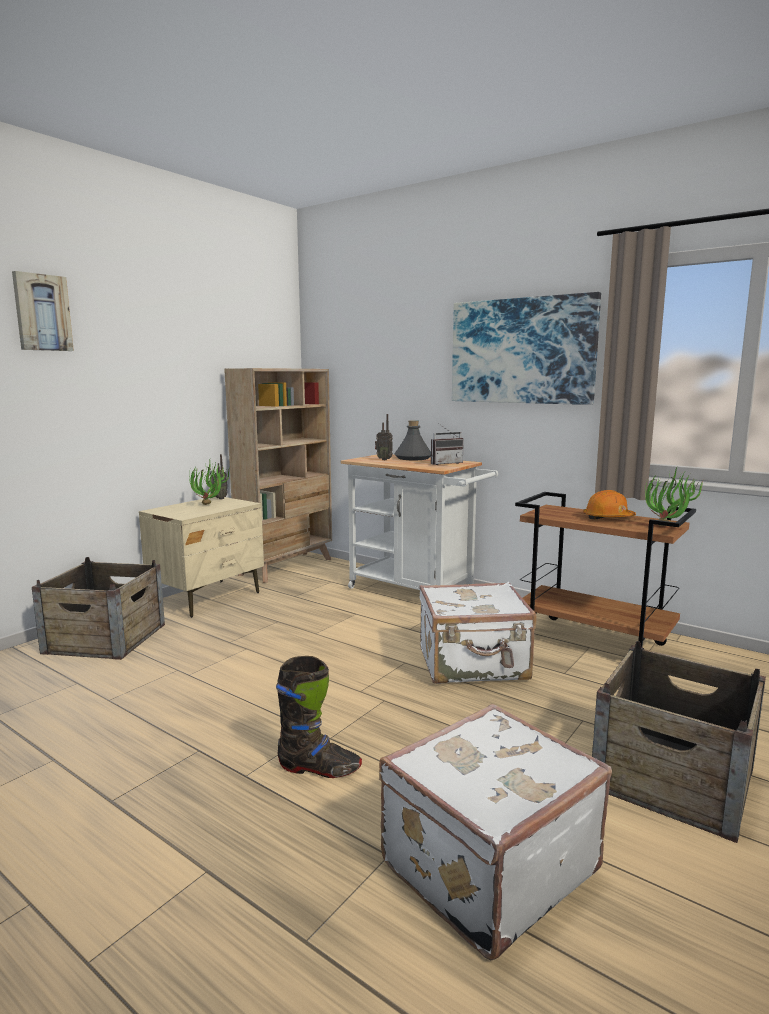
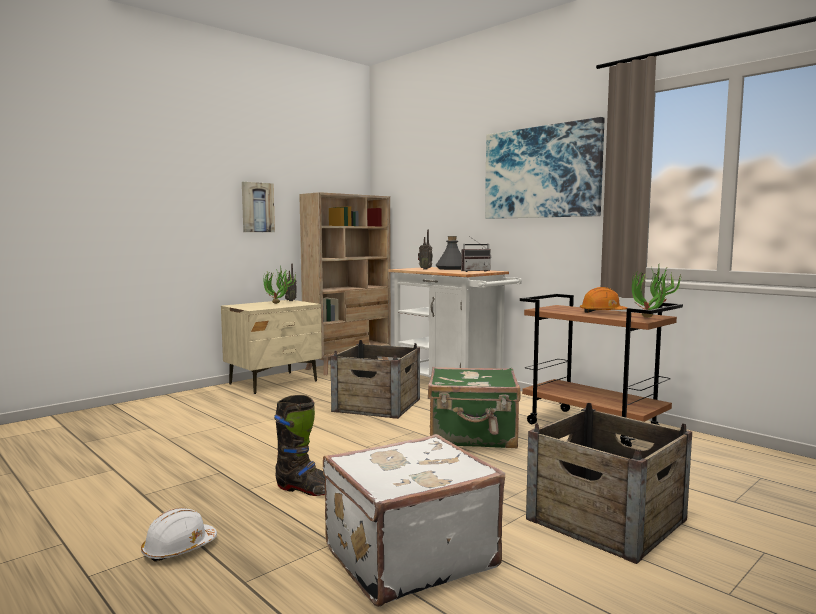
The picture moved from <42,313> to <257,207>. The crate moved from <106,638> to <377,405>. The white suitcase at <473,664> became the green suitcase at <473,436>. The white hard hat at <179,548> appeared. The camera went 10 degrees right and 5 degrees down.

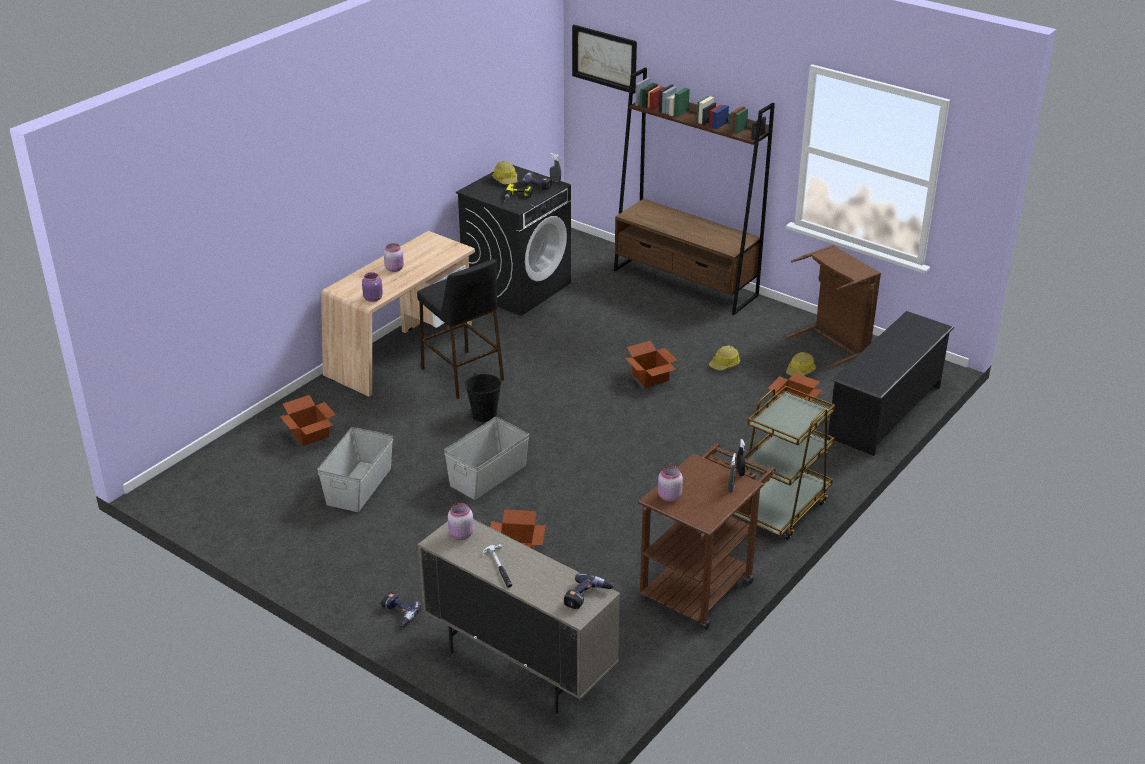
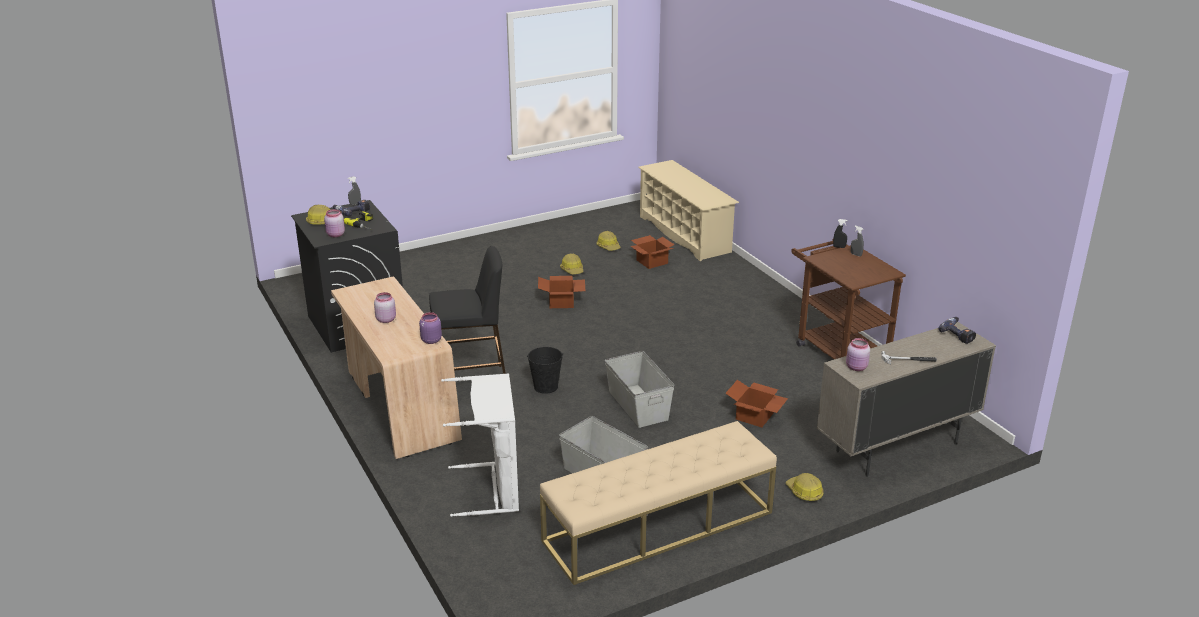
The picture at <604,58> disappeared. The brown bookcase at <685,283> disappeared. The brown laundry basket at <833,343> disappeared. The black shoe rack at <885,412> became the beige shoe rack at <685,234>. The brown cart at <781,509> disappeared. The cardboard box at <309,435> was replaced by the white laundry basket at <493,489>. The pink jar moved from <668,497> to <335,235>. The power drill at <398,614> was replaced by the hard hat at <804,492>. The beige bench at <658,527> appeared. The camera went 65 degrees left and 5 degrees down.

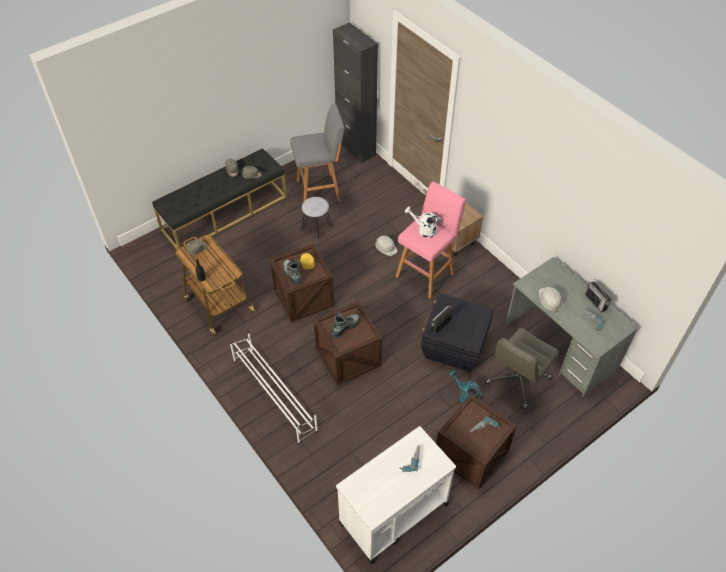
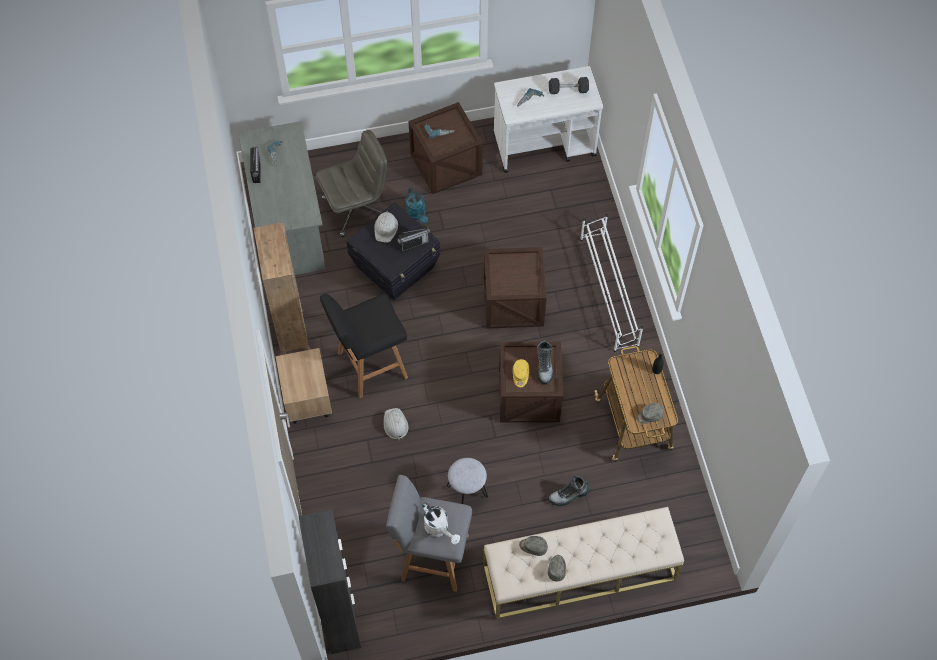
The black bench at <224,213> became the beige bench at <579,572>. The pink stool at <426,274> became the black stool at <370,366>. The white watering can moved from <423,230> to <439,529>. The white hard hat moved from <549,299> to <386,228>. The boot moved from <345,327> to <568,495>. The black dumbbell at <568,90> appeared. The brown bookcase at <292,331> appeared. The camera went 155 degrees left and 10 degrees up.

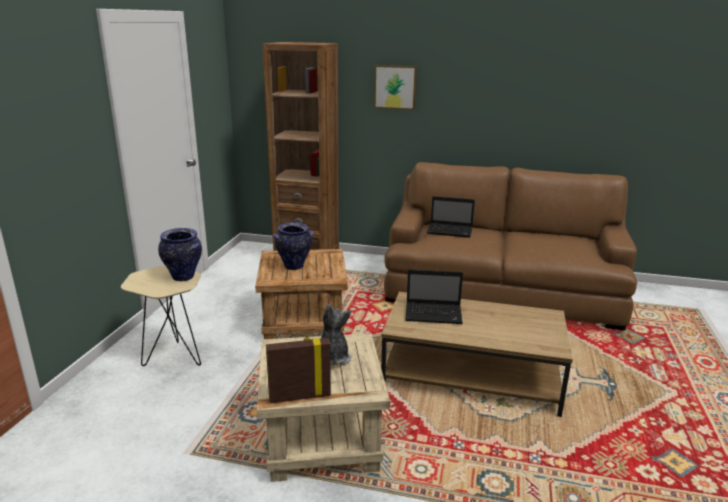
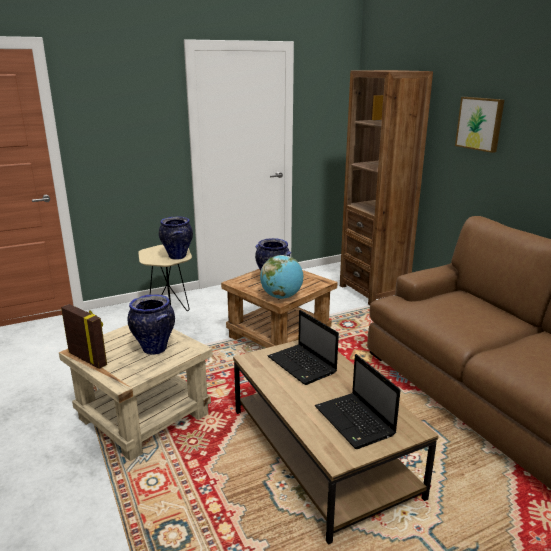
The laptop moved from <451,231> to <355,422>. The plush toy at <333,357> was replaced by the vase at <154,349>. The globe at <281,297> appeared. The camera went 50 degrees right and 0 degrees up.

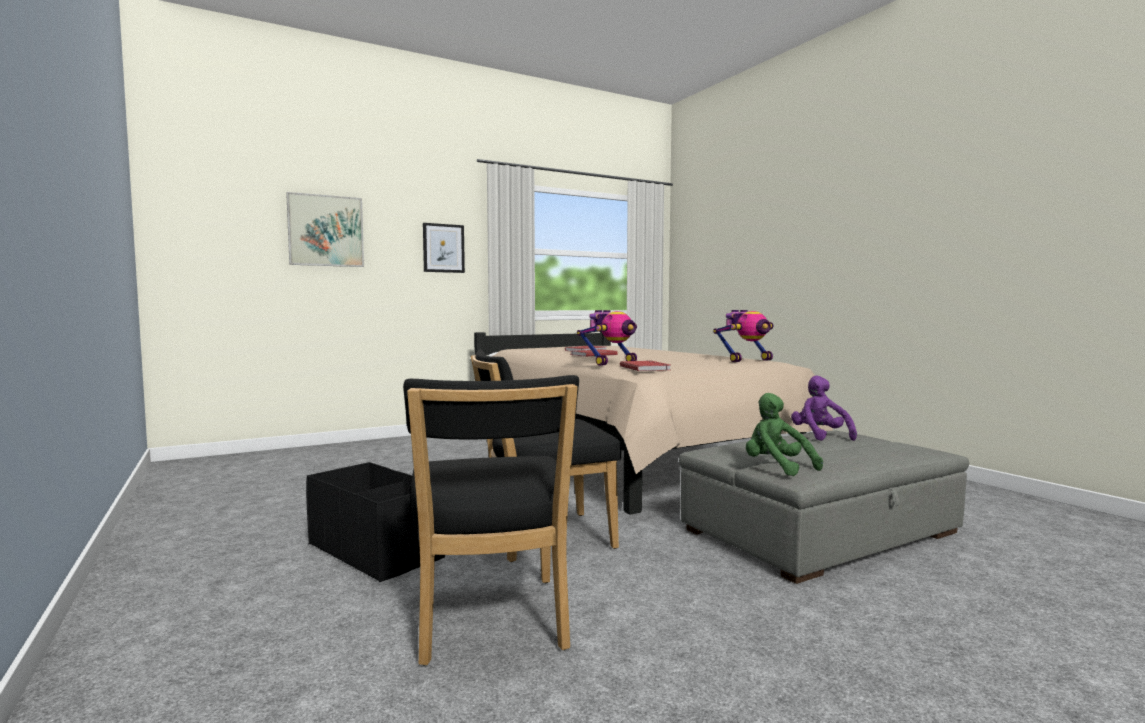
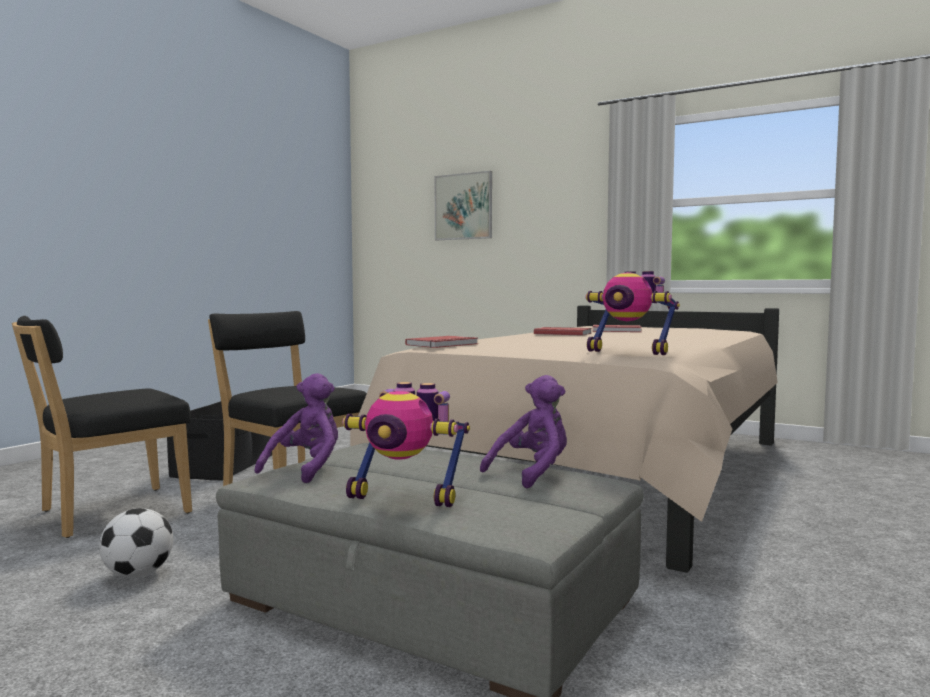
The picture at <443,248> disappeared. The toy robot moved from <611,363> to <406,497>. The green plush toy at <776,467> became the purple plush toy at <306,469>. The football at <138,574> appeared. The camera went 60 degrees right and 0 degrees up.

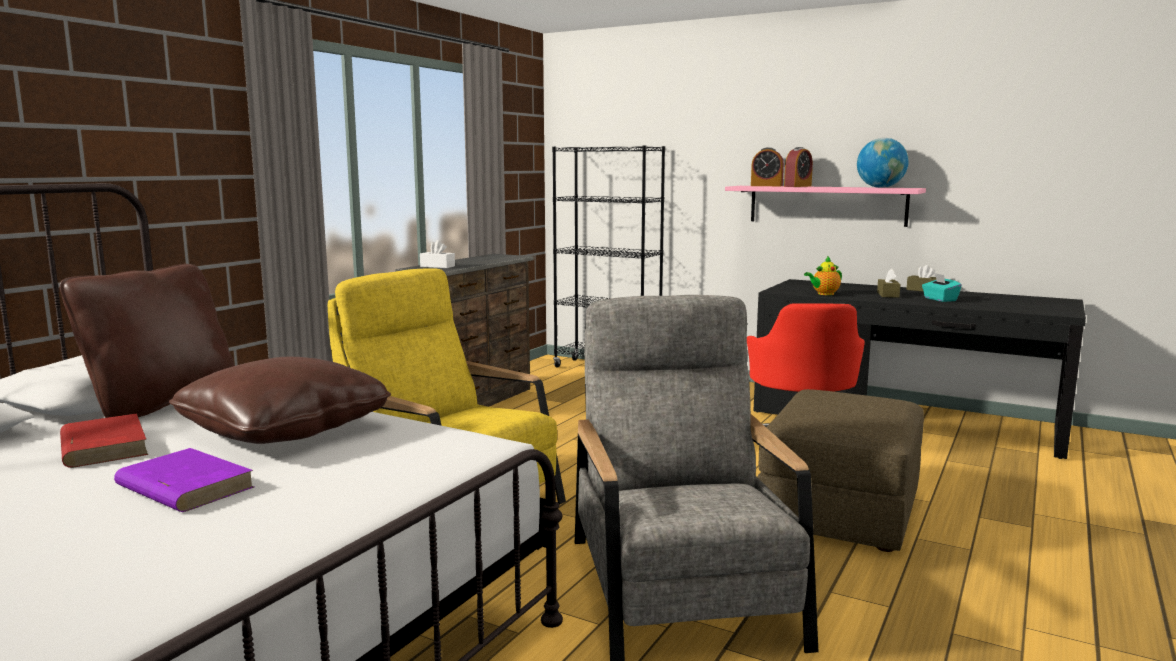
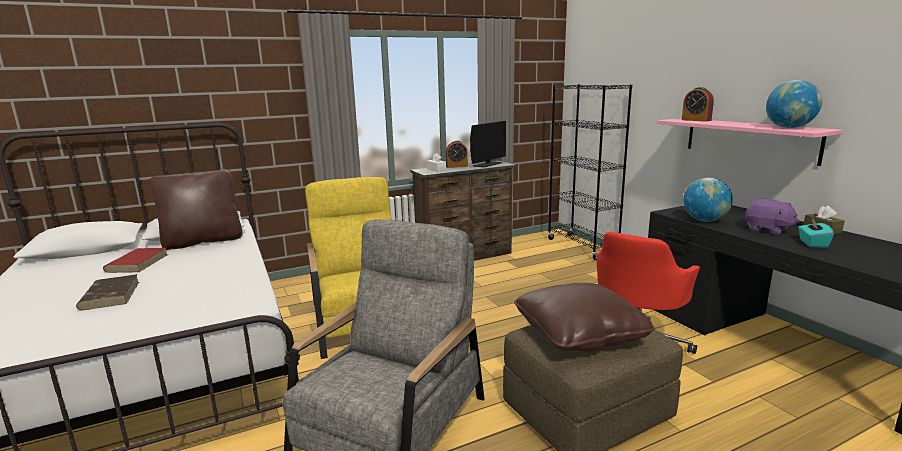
The alarm clock moved from <797,186> to <456,166>. The teapot at <824,294> was replaced by the globe at <704,221>. The brown tissue box at <888,295> was replaced by the purple plush toy at <767,230>. The brown pillow moved from <285,430> to <579,334>. The purple book at <184,487> became the brown book at <110,295>. The monitor at <487,164> appeared. The camera went 35 degrees right and 5 degrees up.

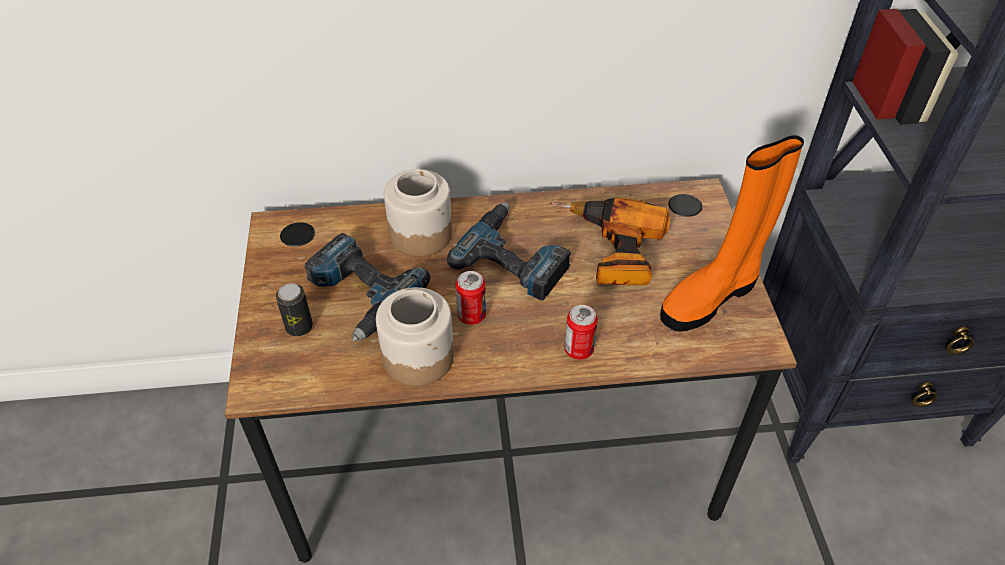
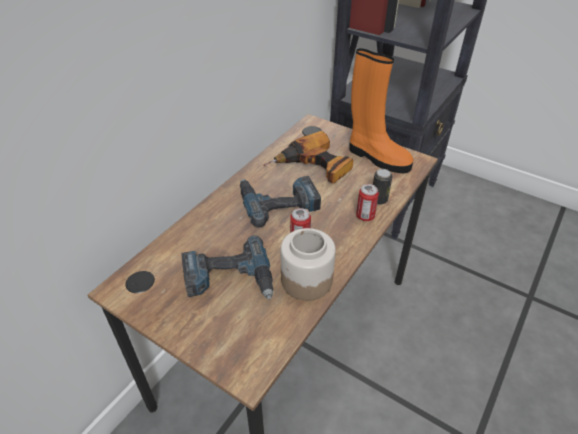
The orange boot at <711,297> turned 60 degrees counterclockwise. The jar at <421,233> disappeared. The can moved from <299,327> to <379,199>. The camera went 50 degrees left and 5 degrees down.

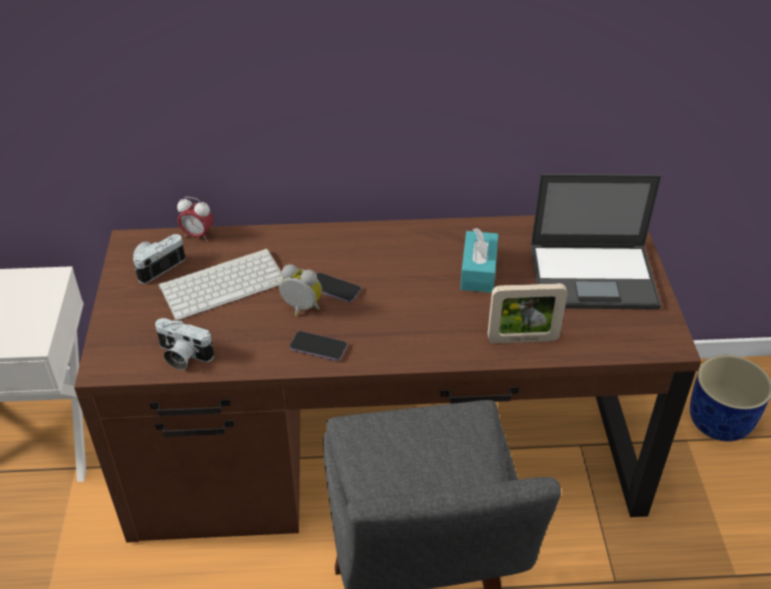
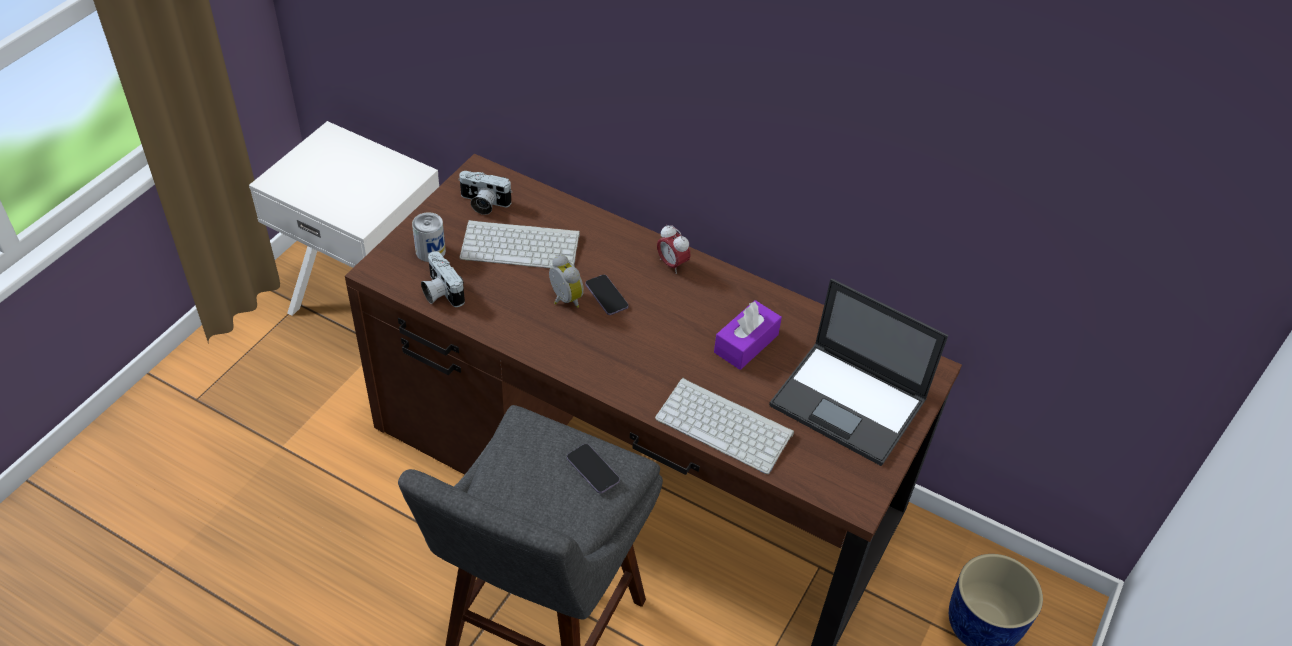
The alarm clock moved from <197,235> to <672,264>. The turquoise tissue box at <478,271> became the purple tissue box at <746,343>. The photo camera at <157,266> turned 150 degrees counterclockwise. The picture frame at <523,339> was replaced by the keyboard at <726,425>. The phone moved from <318,347> to <593,469>. The can at <430,251> appeared. The camera went 30 degrees right and 5 degrees up.

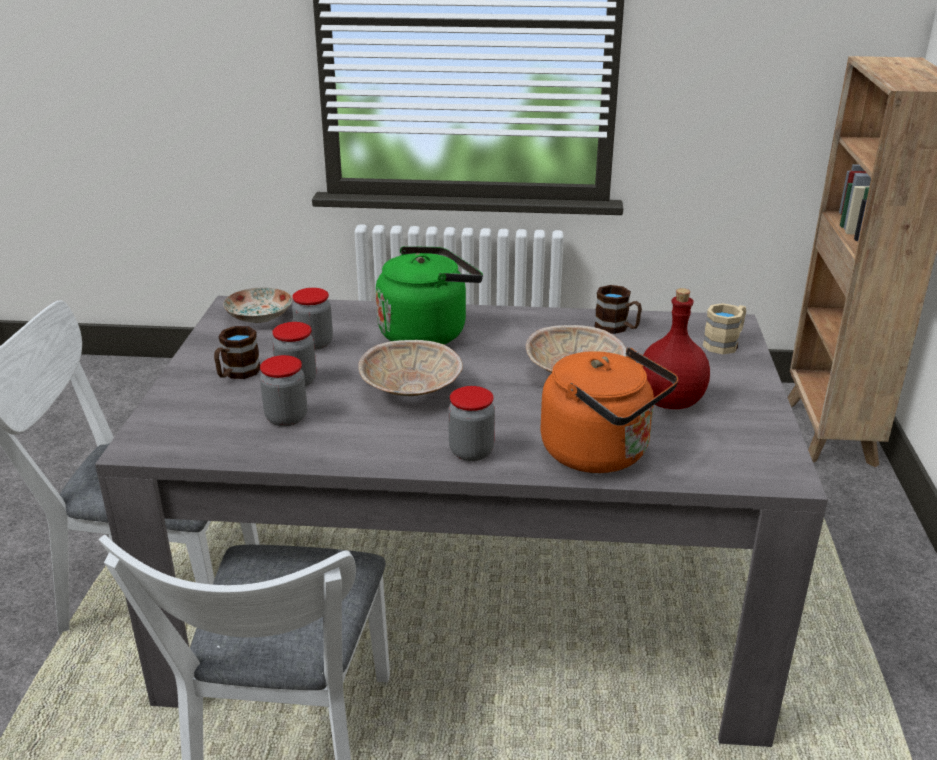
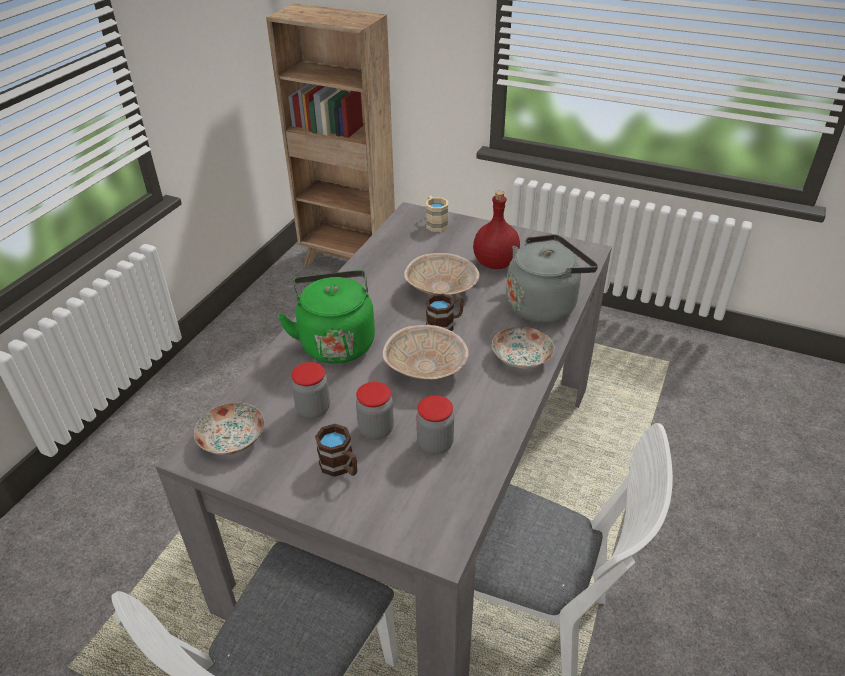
The brown mug moved from <617,328> to <445,325>. The orange kettle at <601,453> became the grey kettle at <544,305>. The jar at <471,452> was replaced by the plate at <522,357>. The camera went 70 degrees left and 10 degrees up.

